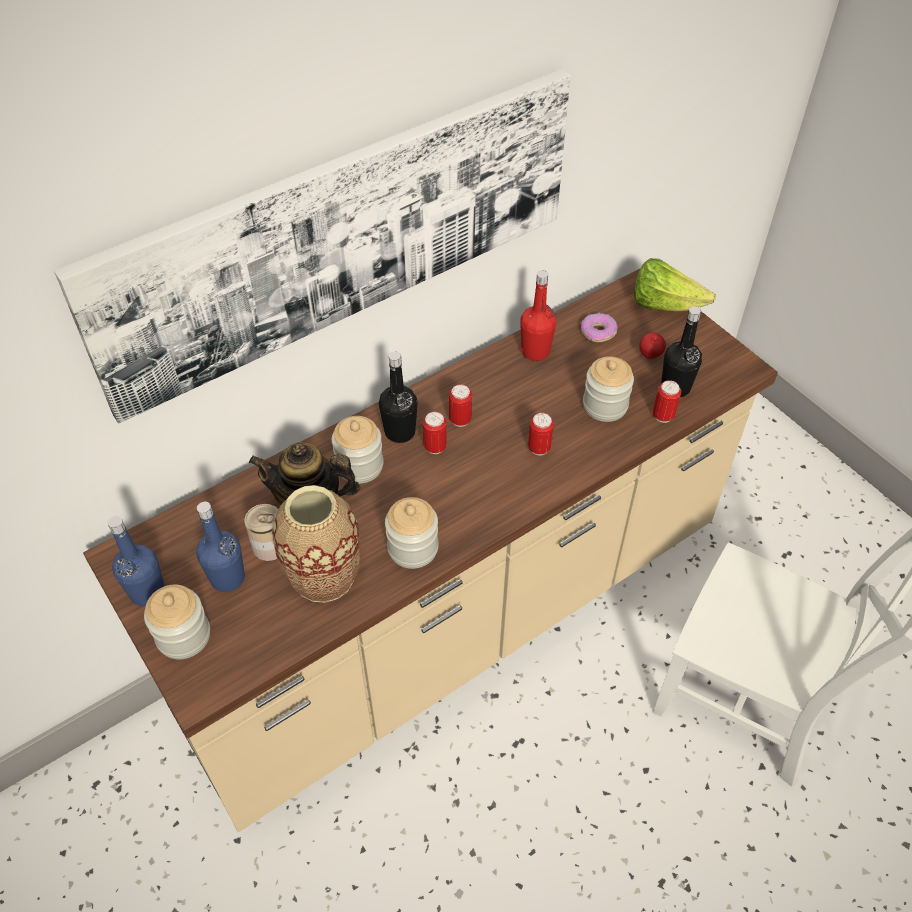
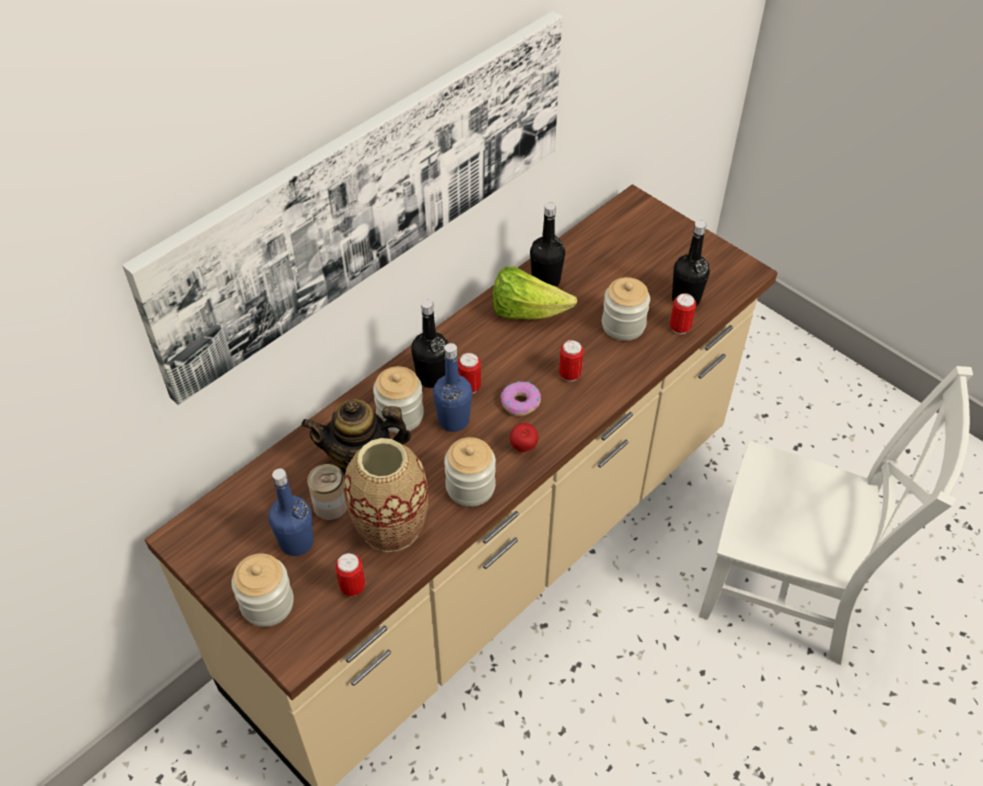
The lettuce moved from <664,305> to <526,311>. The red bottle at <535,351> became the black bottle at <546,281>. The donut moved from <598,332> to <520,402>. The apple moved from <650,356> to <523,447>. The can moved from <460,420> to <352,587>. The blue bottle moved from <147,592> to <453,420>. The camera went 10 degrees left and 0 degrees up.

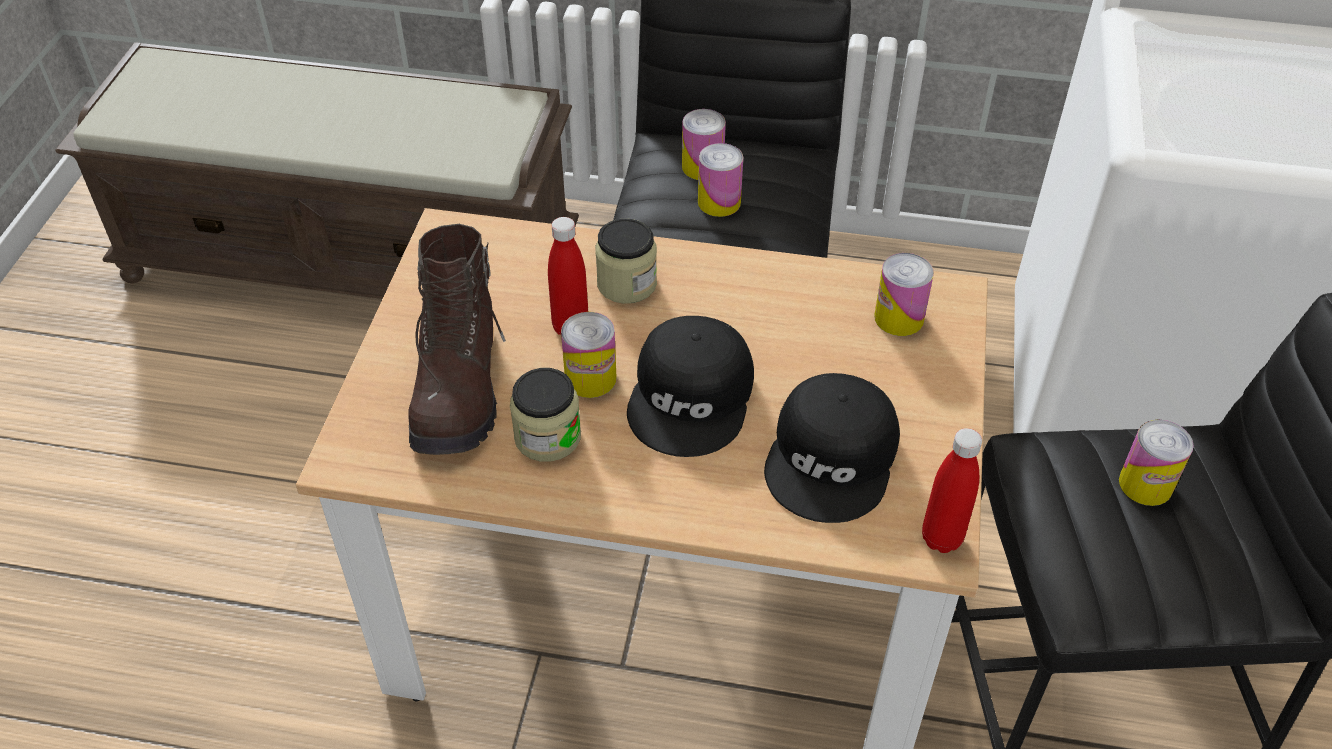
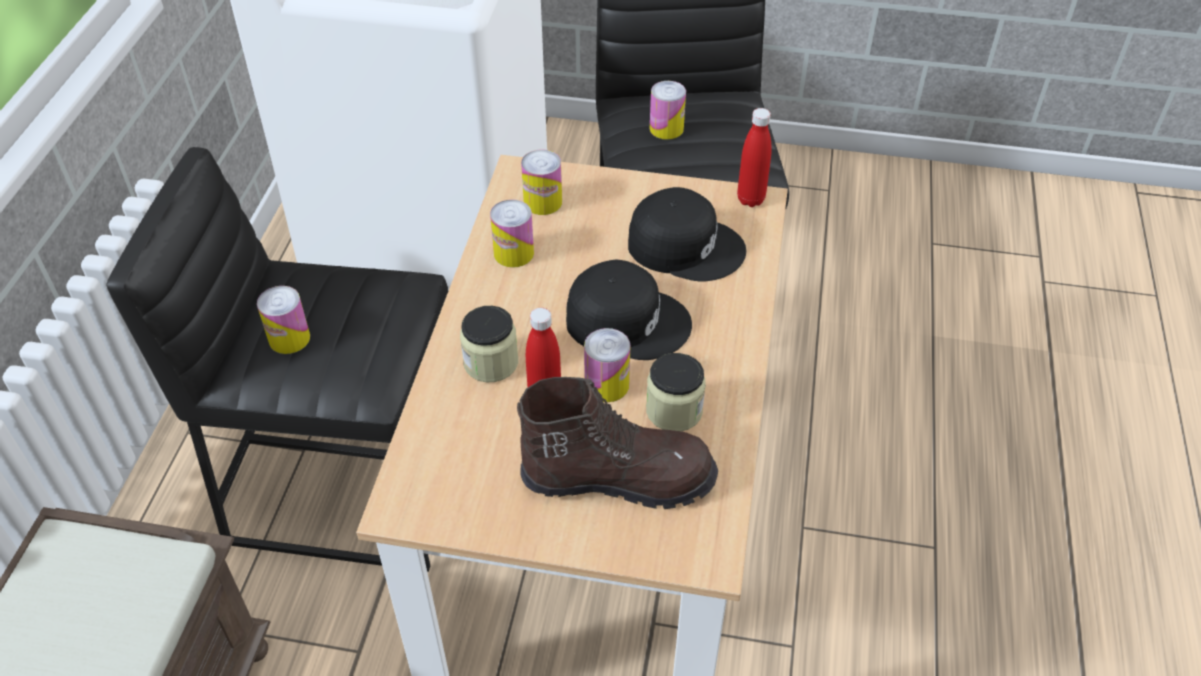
The can moved from <719,202> to <513,253>. The camera went 90 degrees left and 0 degrees up.

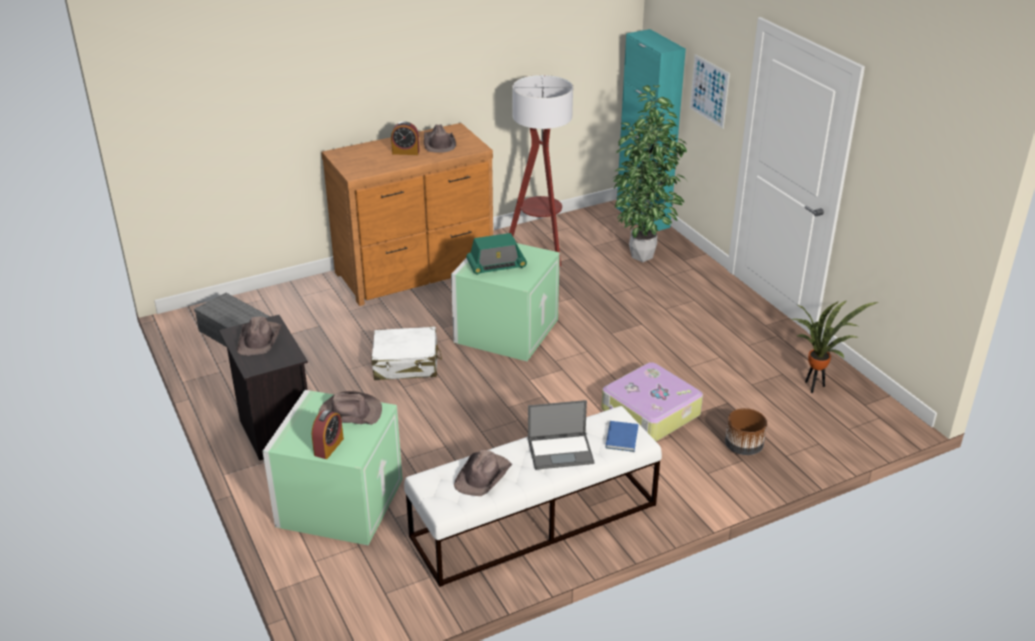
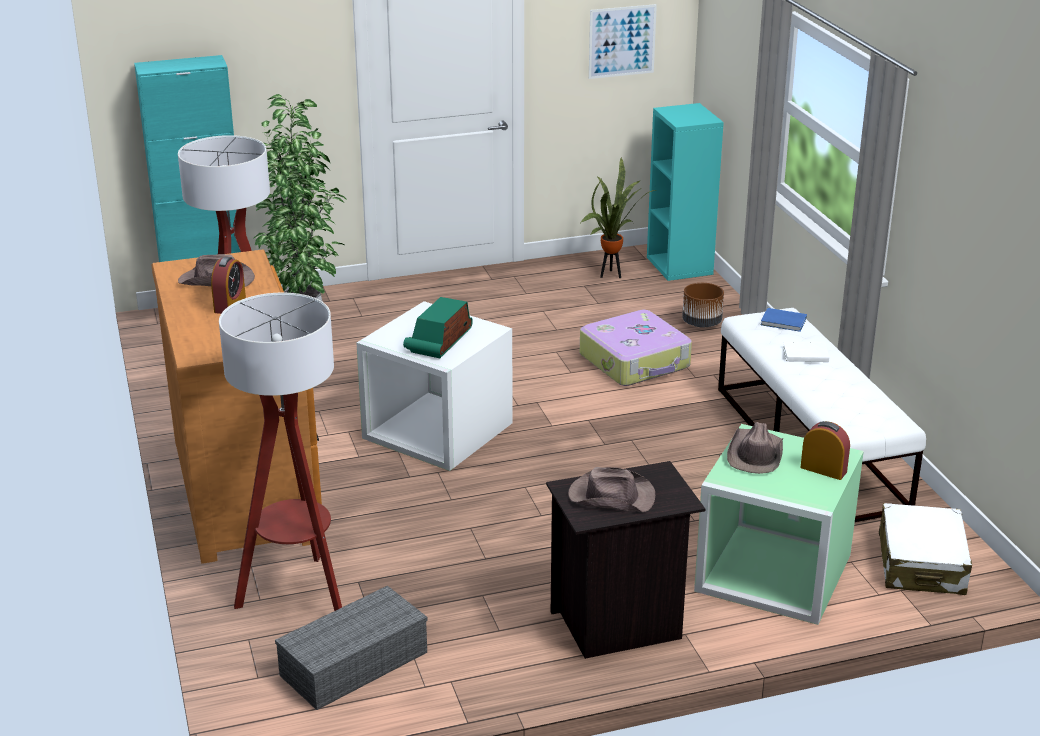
The picture moved from <709,91> to <622,41>. The radio at <496,265> turned 150 degrees counterclockwise. The green storage box at <505,330> became the white storage box at <435,431>. The white suitcase moved from <406,364> to <921,564>. The laptop at <561,451> was replaced by the white book at <804,354>. The brown hat at <483,476> disappeared. The turquoise bookcase at <680,266> appeared. The floor lamp at <299,594> appeared. The camera went 80 degrees left and 5 degrees down.

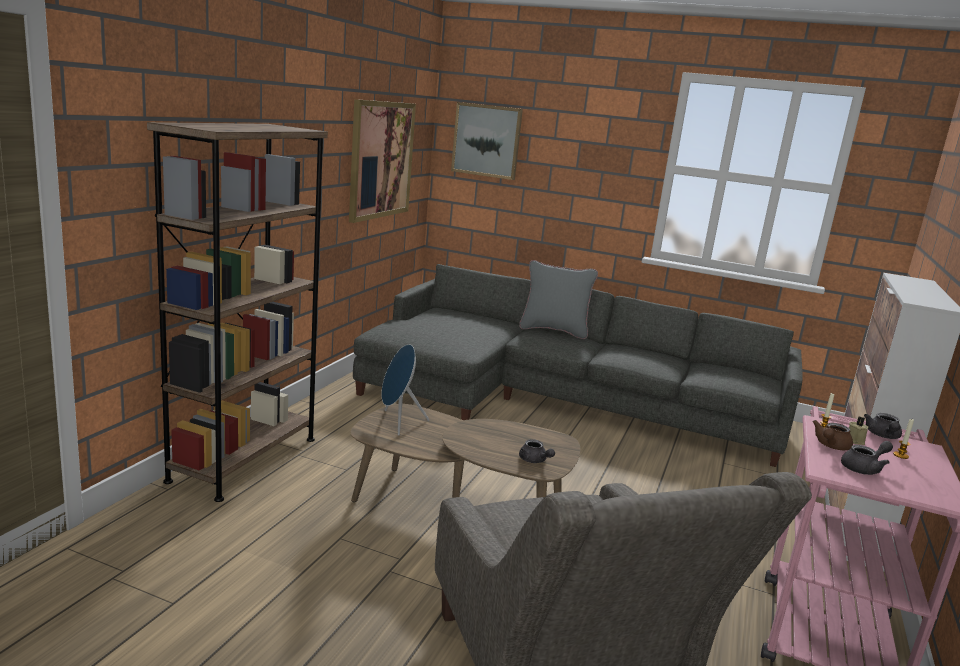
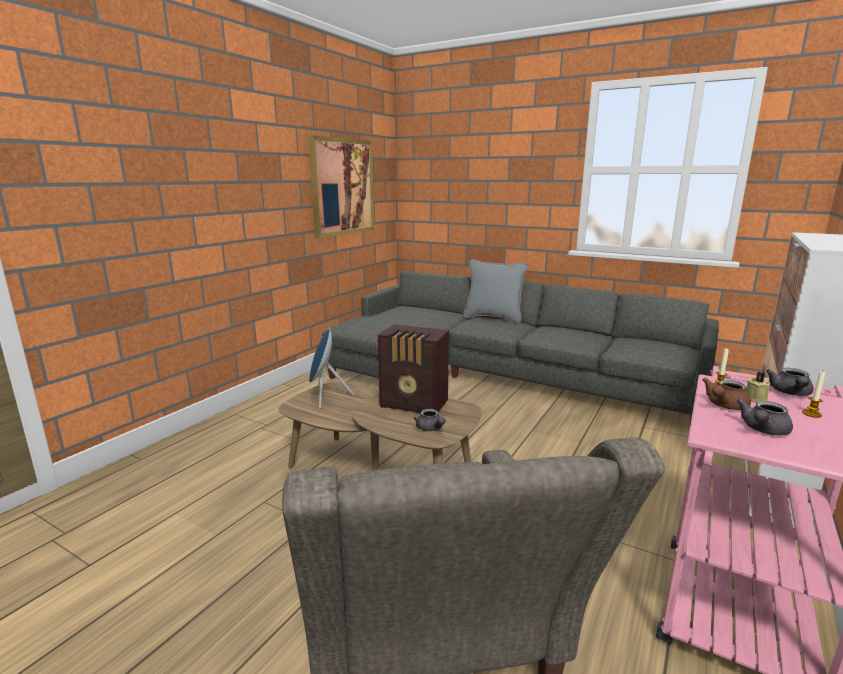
The picture at <486,140> disappeared. The brown bookcase at <244,459> disappeared. The grey teapot at <864,468> turned 150 degrees clockwise. The radio at <415,404> appeared. The camera went 10 degrees right and 0 degrees up.

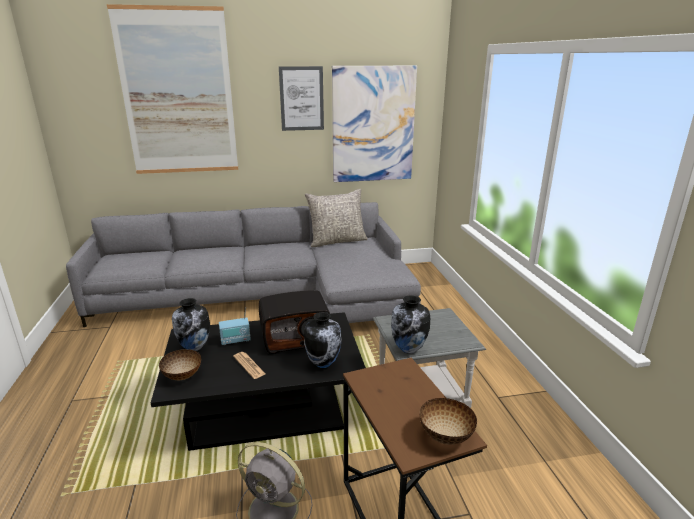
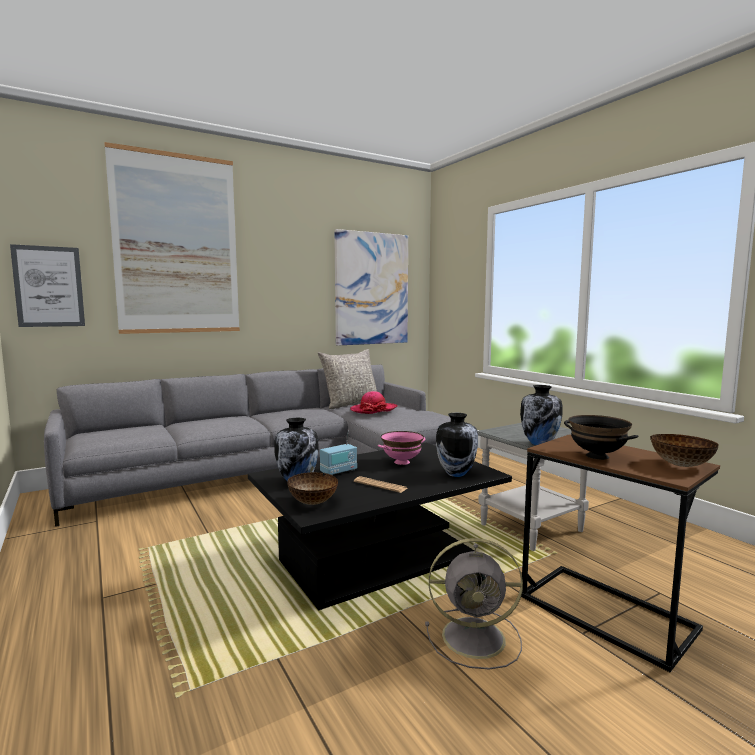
The picture moved from <301,98> to <49,286>. The radio at <295,337> was replaced by the pink bowl at <401,462>. The hat at <373,410> appeared. The black bowl at <596,456> appeared. The camera went 20 degrees left and 15 degrees down.

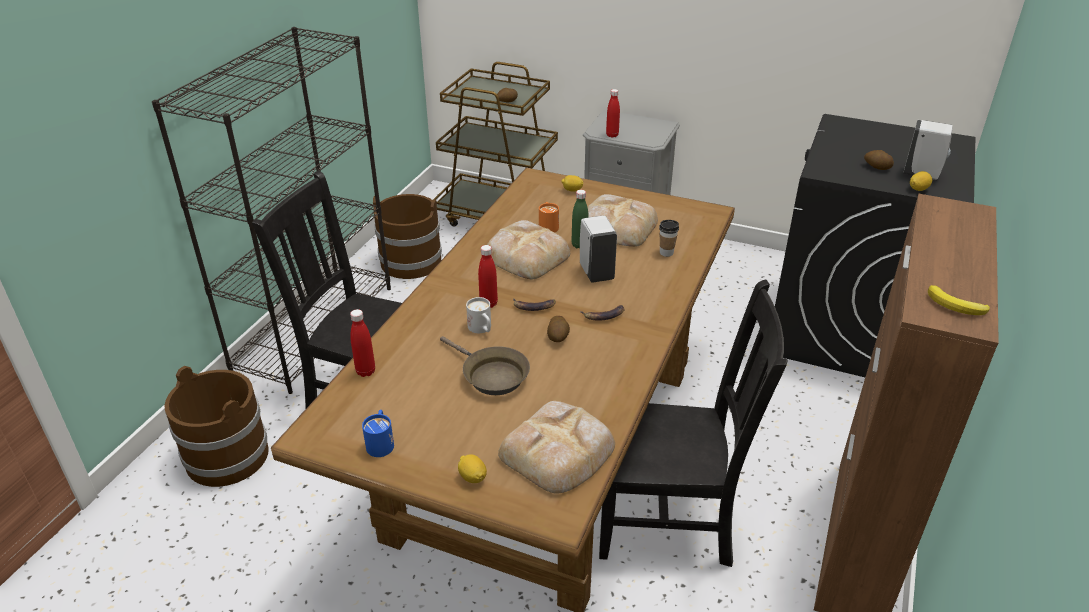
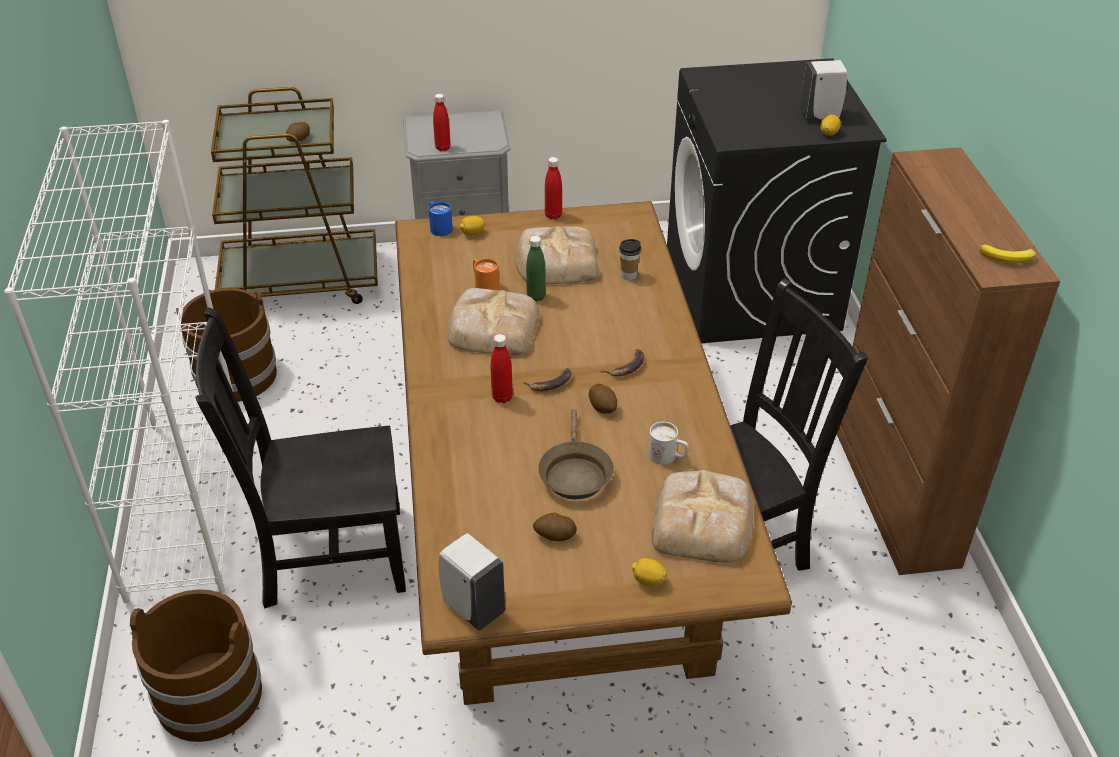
The black bookcase at <315,328> became the white bookcase at <185,502>. The potato moved from <876,167> to <554,536>. The white soap dispenser moved from <596,272> to <472,607>. The white mug moved from <482,329> to <668,457>. The red bottle moved from <365,371> to <553,215>. The brown frying pan at <491,375> turned 75 degrees clockwise. The blue mug moved from <381,442> to <439,227>. The camera went 30 degrees left and 5 degrees up.

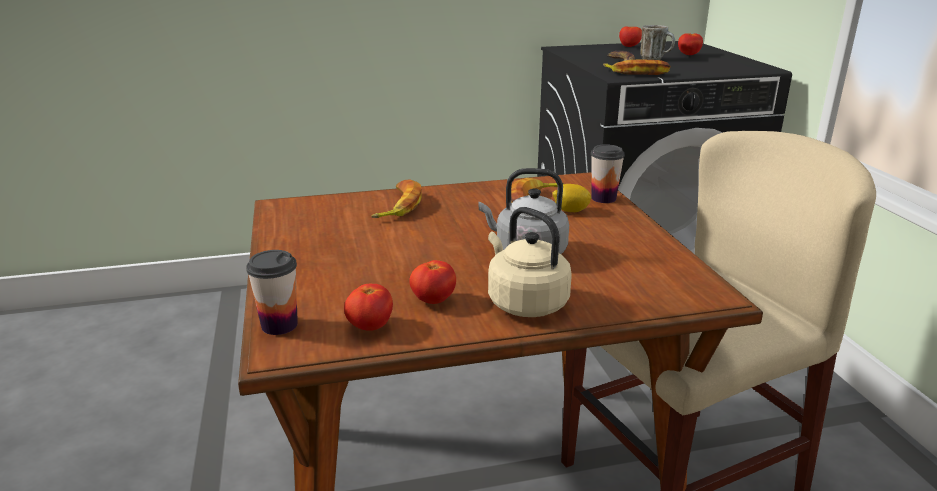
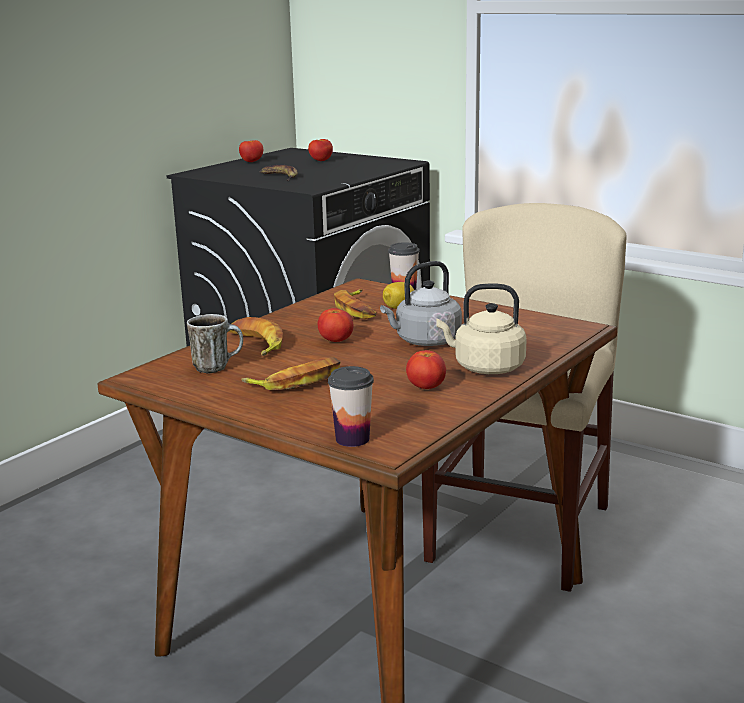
The mug moved from <655,59> to <217,367>. The banana moved from <637,73> to <297,381>. The tomato moved from <370,327> to <336,341>. The camera went 40 degrees left and 5 degrees down.

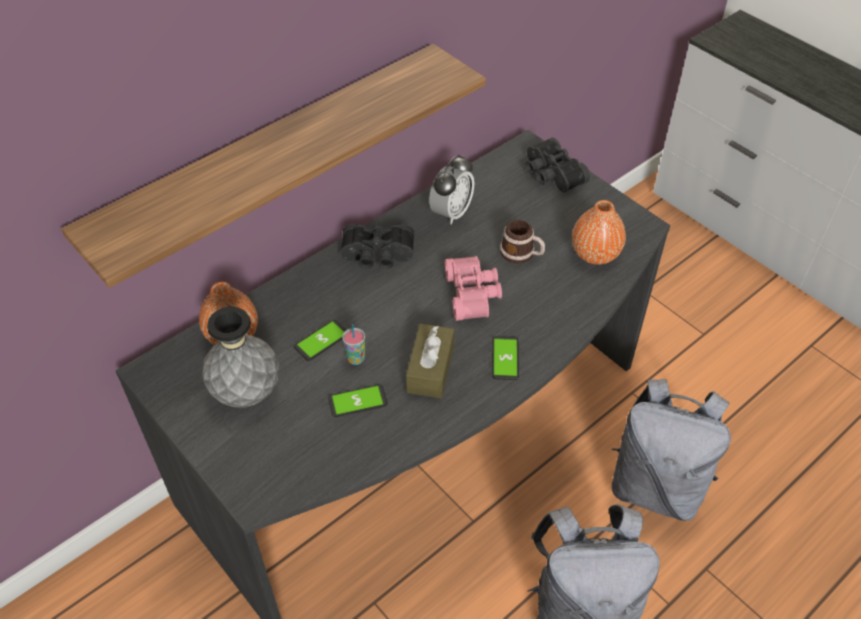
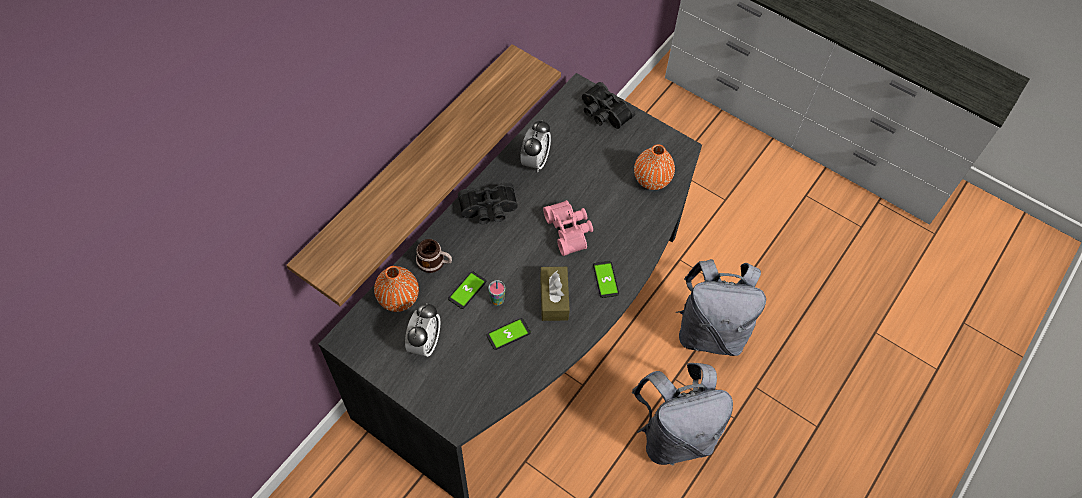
The mug moved from <521,254> to <434,262>. The grey vase at <247,393> was replaced by the alarm clock at <425,343>. The camera went 15 degrees left and 10 degrees up.

